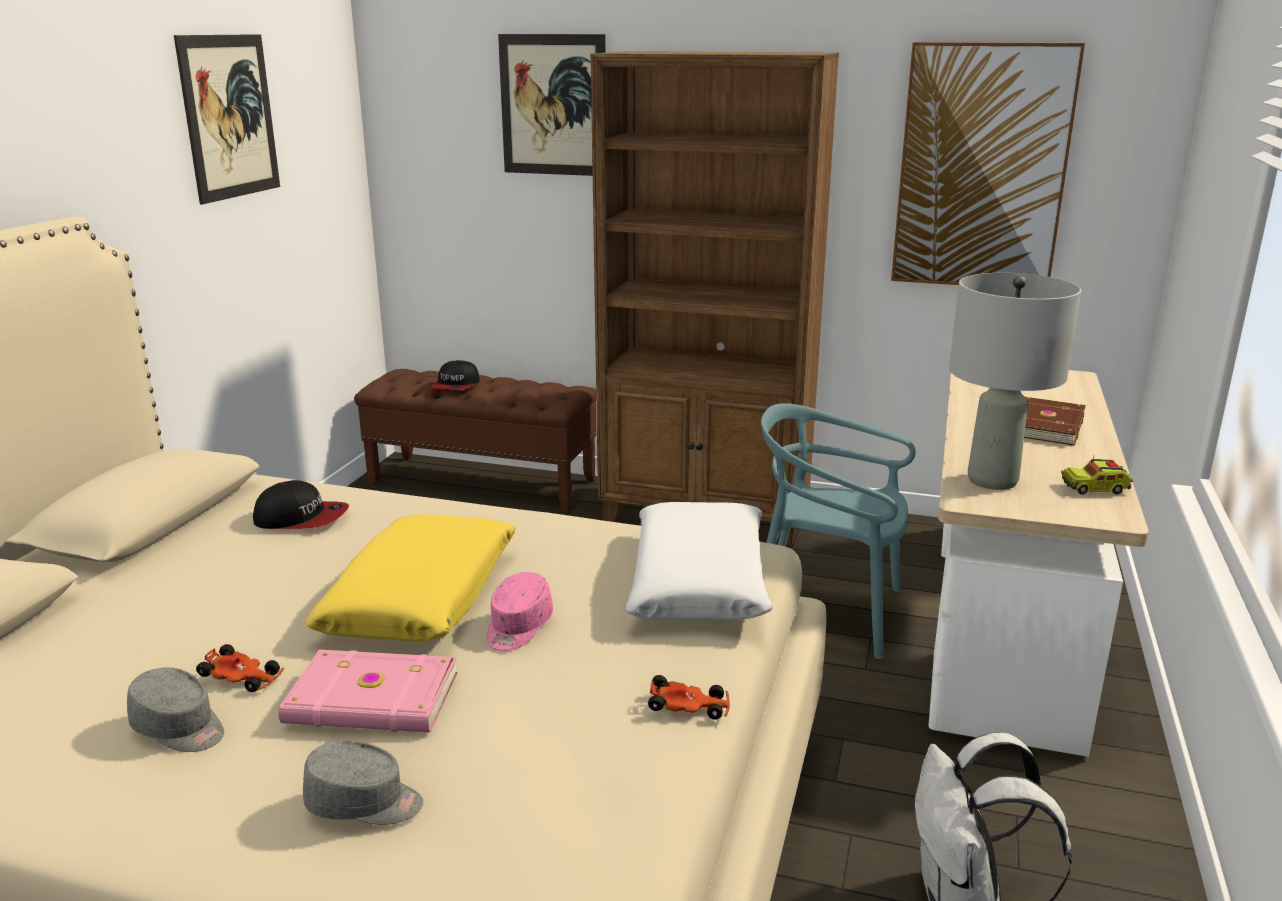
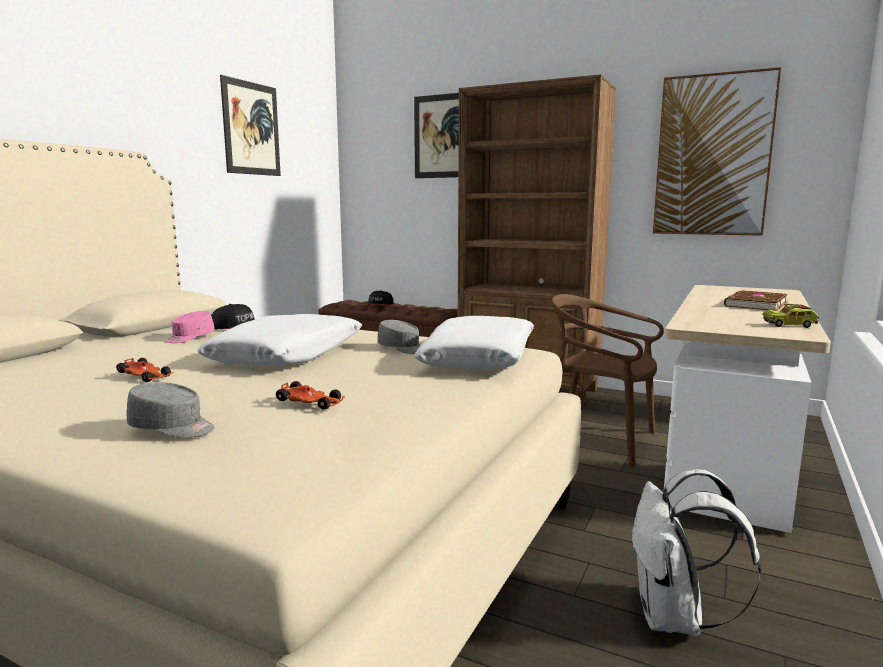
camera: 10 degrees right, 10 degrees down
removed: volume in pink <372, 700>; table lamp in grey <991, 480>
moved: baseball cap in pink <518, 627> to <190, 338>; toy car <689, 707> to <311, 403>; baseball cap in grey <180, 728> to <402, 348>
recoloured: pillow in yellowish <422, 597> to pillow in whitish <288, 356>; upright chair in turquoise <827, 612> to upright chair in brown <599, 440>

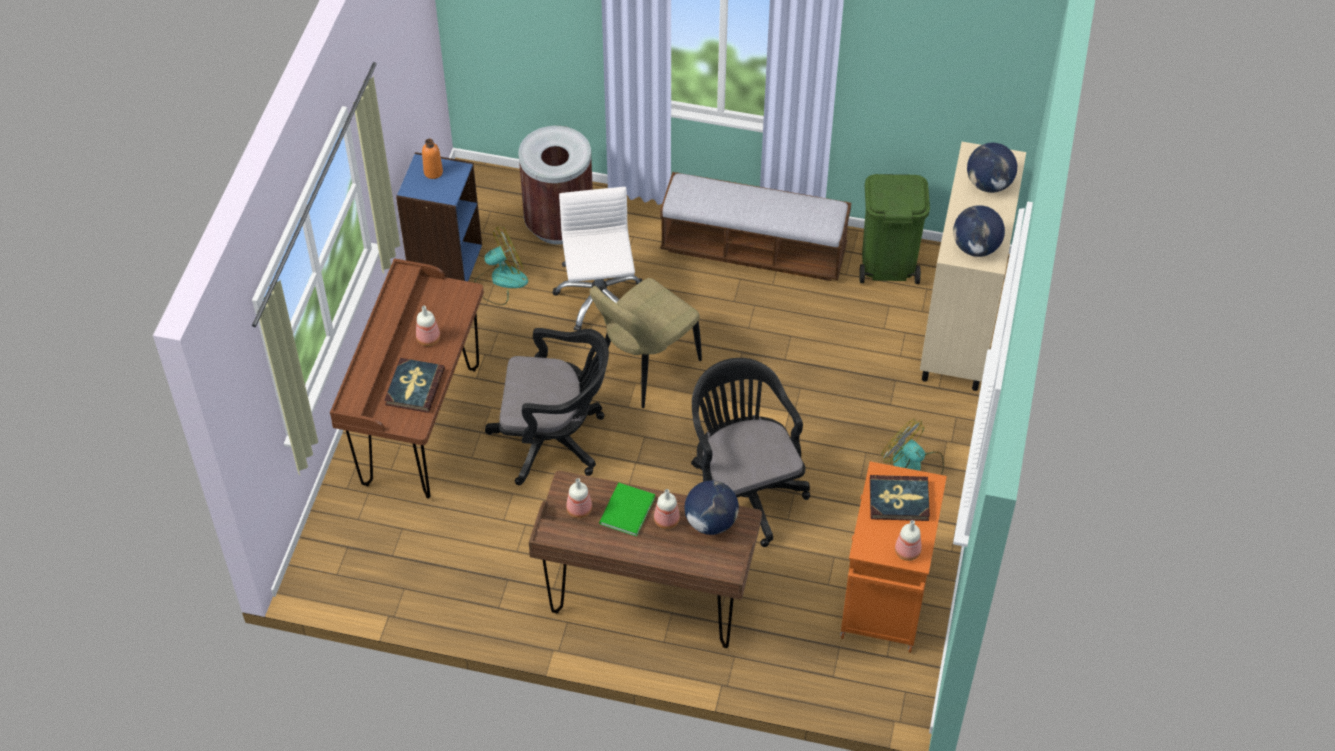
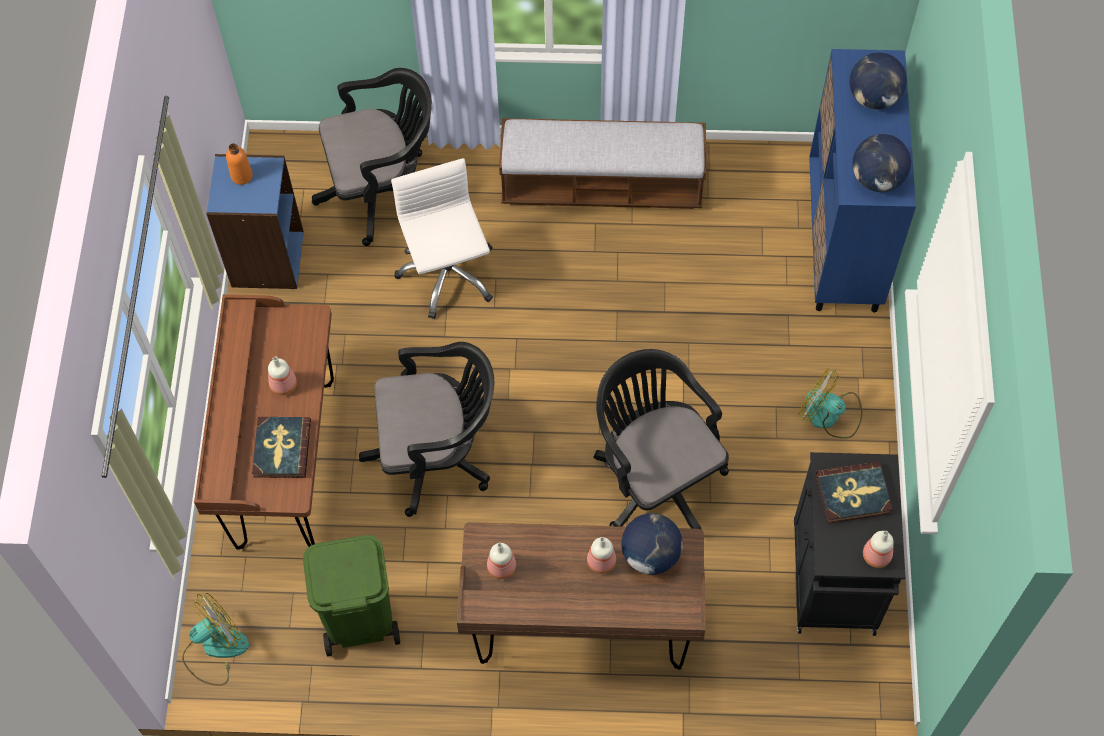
camera: 10 degrees left, 10 degrees up
removed: upright chair in sand-coloured <644, 369>; volume in green-coloured <625, 511>
moved: electric fan <500, 281> to <215, 649>; waste bin in green-coloured <887, 265> to <359, 619>
replaced: waste bin in brown <559, 224> to computer chair in black <383, 191>
recoloured: cabinet in orange <884, 601> to cabinet in black <834, 580>; cabinet in sand-coloured <960, 328> to cabinet in bluish <843, 241>

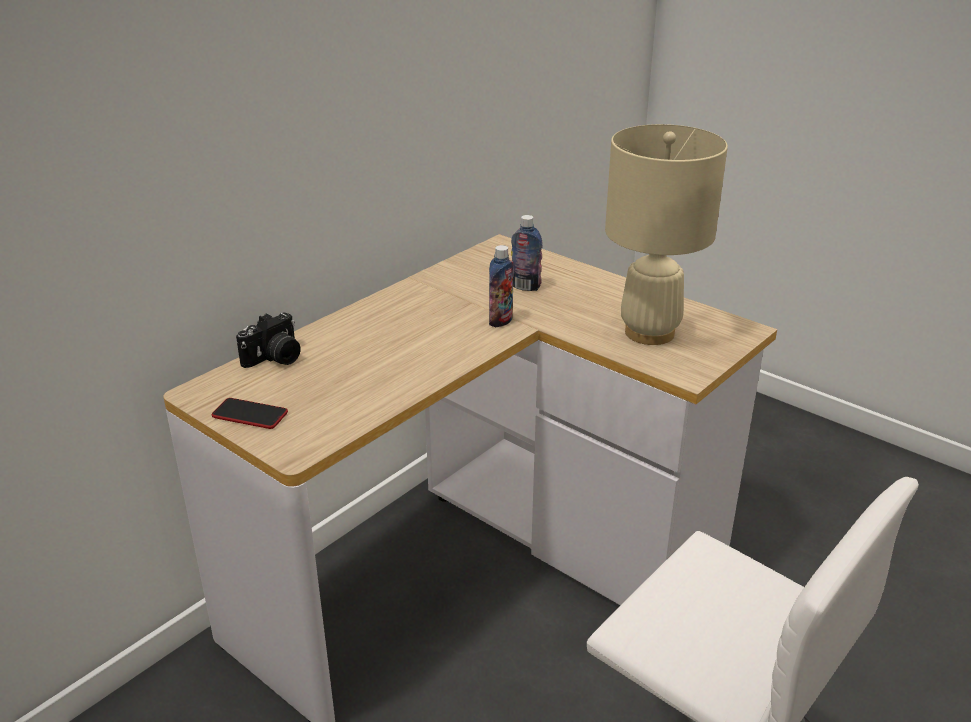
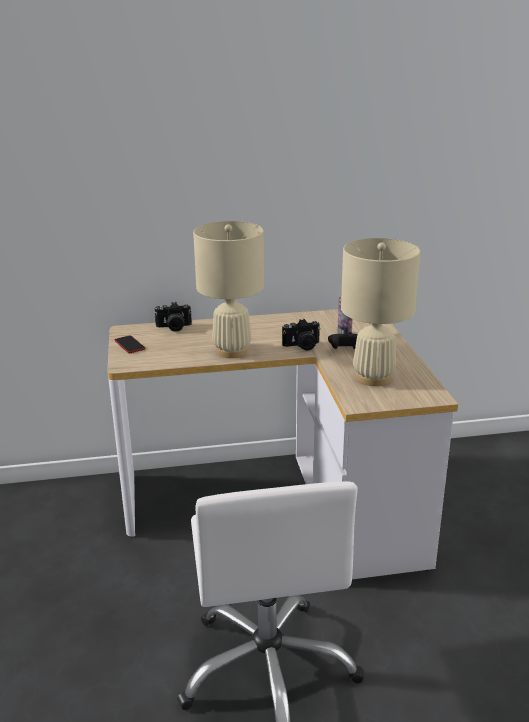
camera: 40 degrees right, 5 degrees down
added: table lamp in sand-coloured <232, 351>; joypad in black <345, 351>
replaced: beverage bottle <501, 321> to photo camera <302, 346>

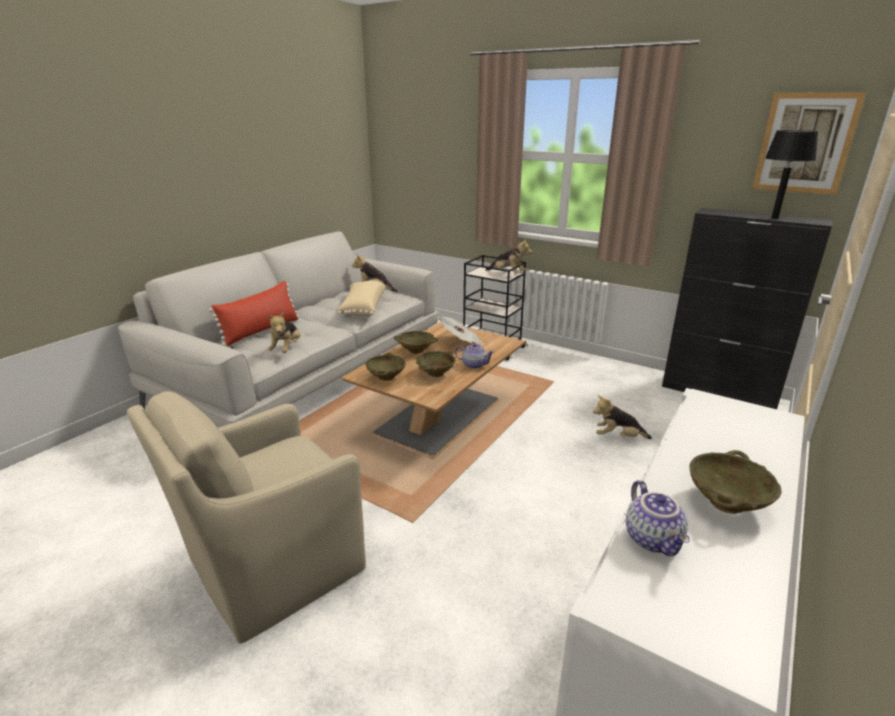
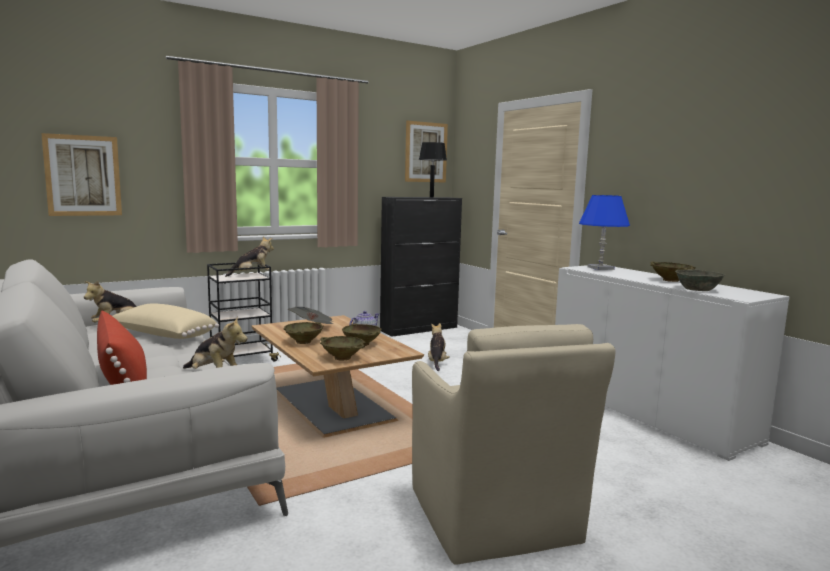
camera: 65 degrees left, 15 degrees down
added: wall art <83, 175>; table lamp in bluish <600, 268>
replaced: tea pot <654, 539> to serving bowl in grey <697, 289>
turned: cuddly toy <618, 437> = <437, 363> 150 degrees clockwise

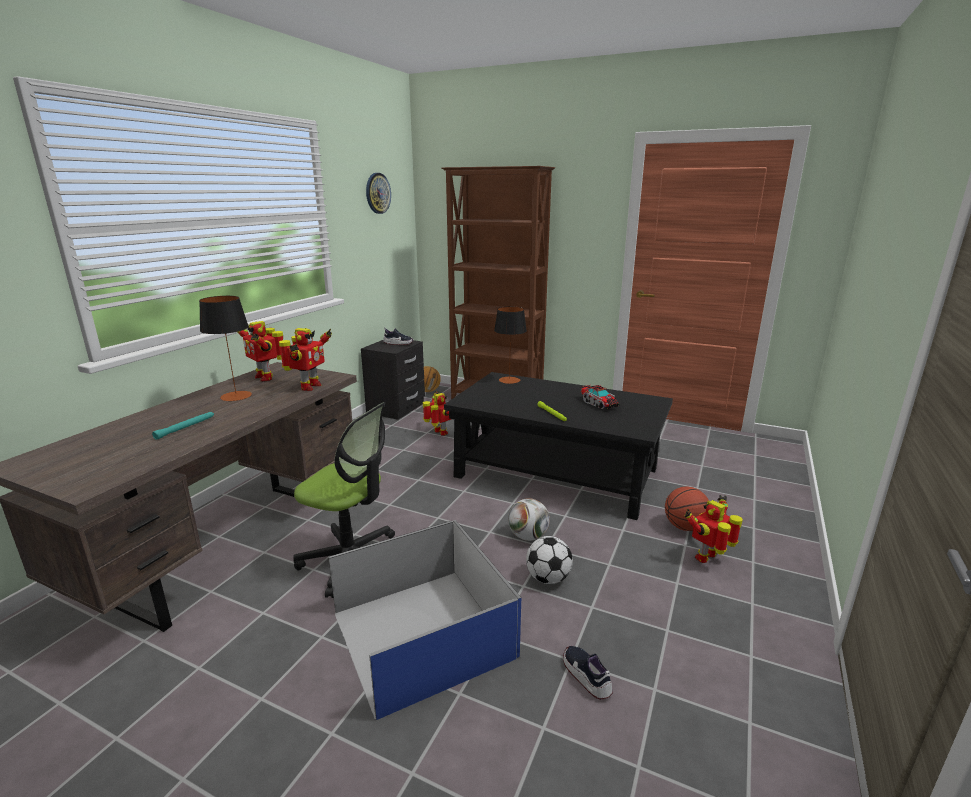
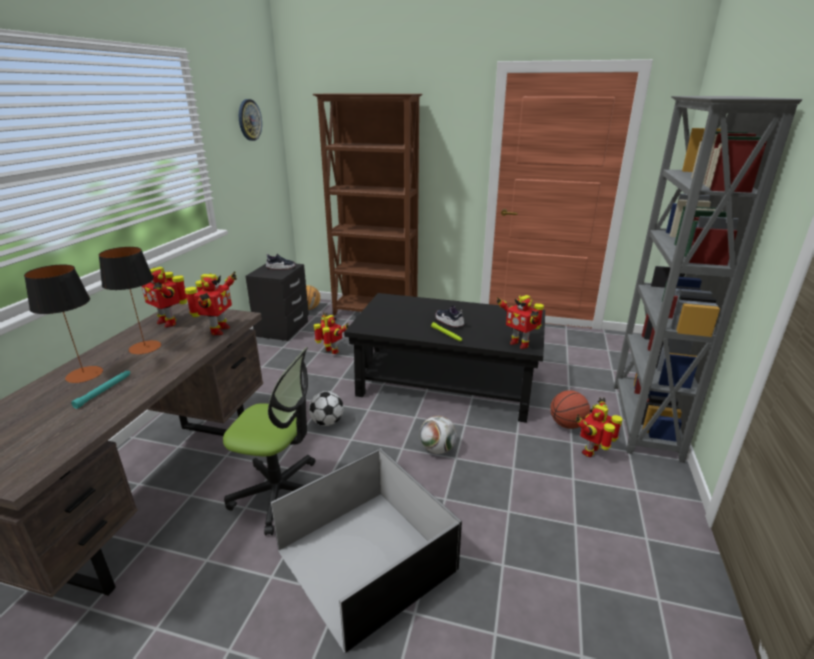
camera: 10 degrees left, 5 degrees up
removed: toy truck <598, 404>
added: robot figure <519, 344>; bookcase in grey <643, 421>
moved: table lamp <509, 380> to <84, 374>; football <548, 578> to <327, 422>; shoe <586, 677> to <449, 322>
recoloured: storage container in bluish <421, 632> to storage container in black <364, 558>

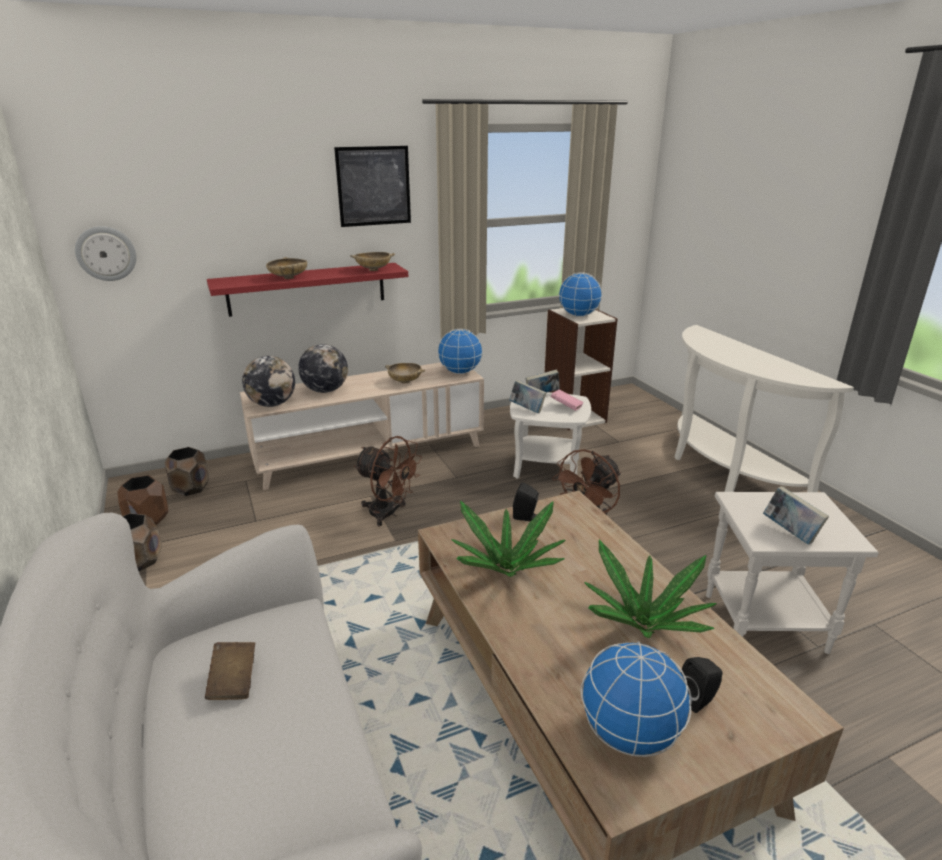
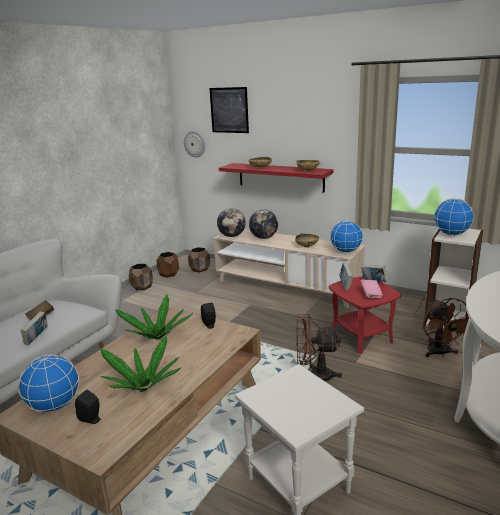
camera: 55 degrees right, 5 degrees down
moved: volume <790, 533> to <37, 338>; wall art <374, 186> to <229, 110>; electric fan in brown <389, 514> to <440, 353>
recoloured: side table in whitish <547, 467> to side table in red <362, 337>

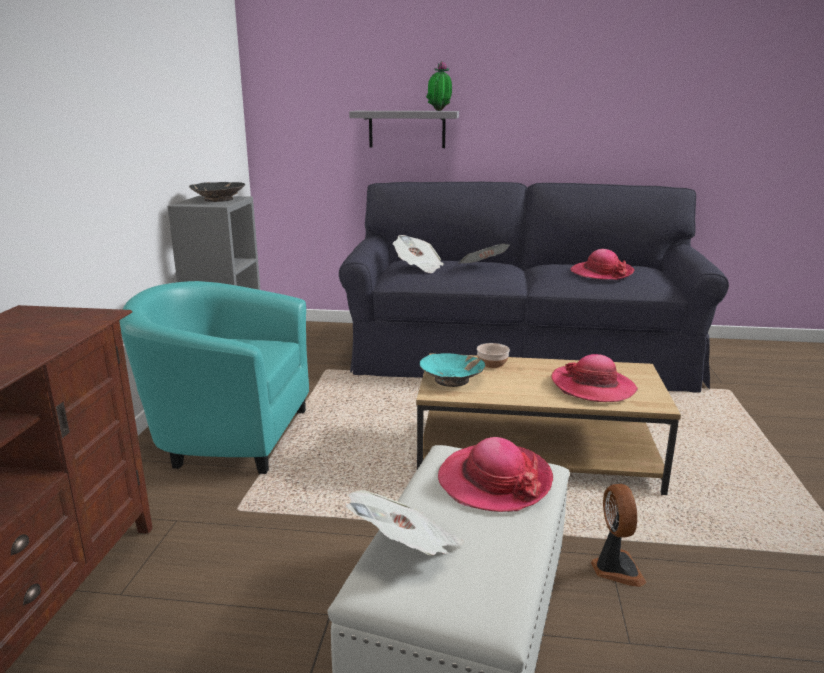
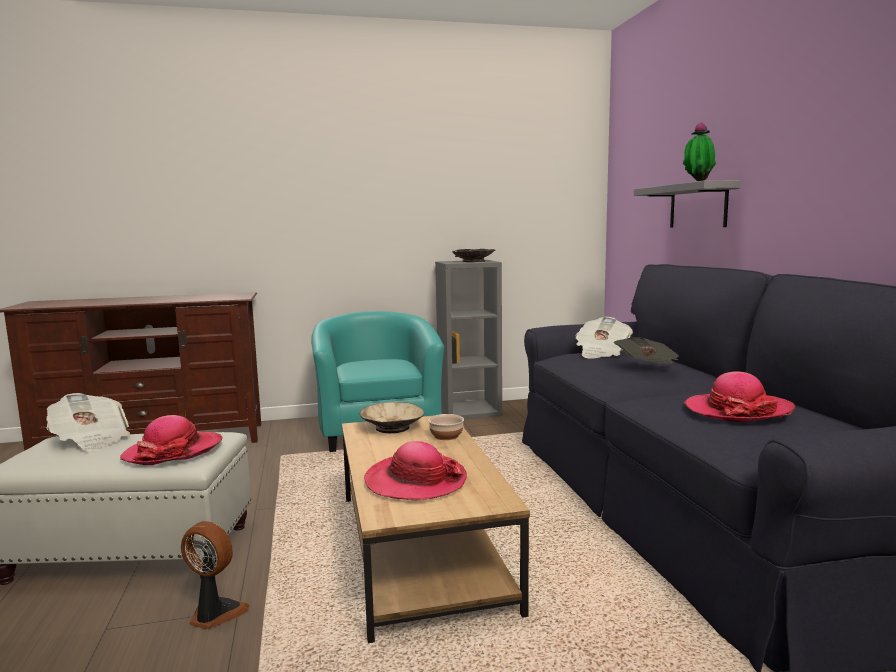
camera: 70 degrees right, 10 degrees down
recoloured: serving bowl in turquoise <452, 379> to serving bowl in sand-coloured <392, 427>
turned: electric fan <615, 569> = <215, 614> 135 degrees counterclockwise

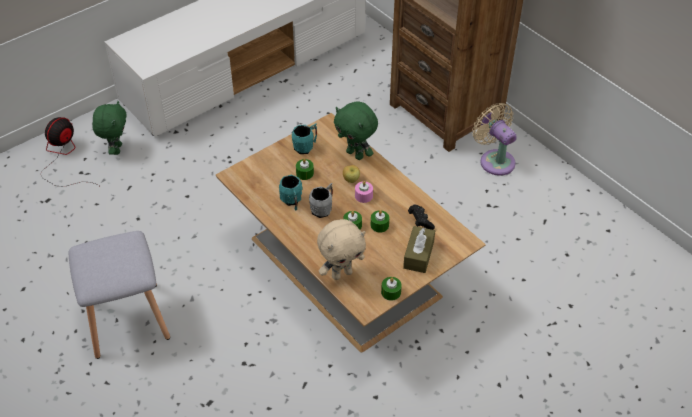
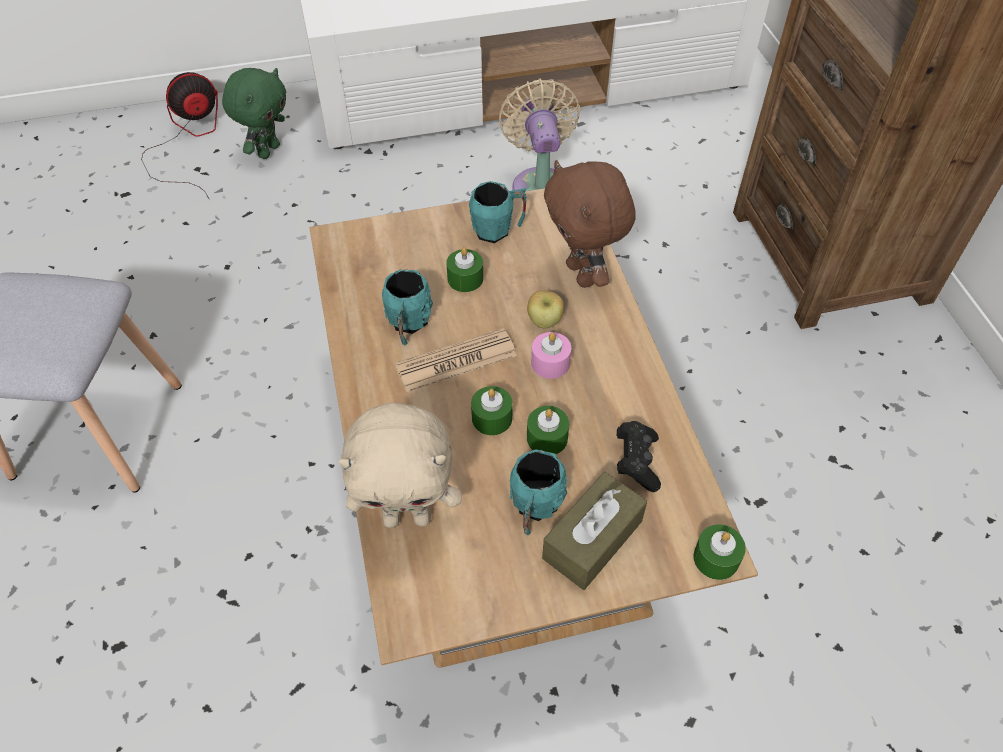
camera: 25 degrees right, 5 degrees up
added: mug in turquoise <534, 508>
moved: electric fan in sand-coloured <495, 160> to <540, 184>; wax light in green-coloured <391, 292> to <716, 558>
replaced: mug in grey <323, 209> to newspaper <456, 361>
recoloured: cuddly toy in green-coloured <356, 154> to cuddly toy in brown <582, 274>

